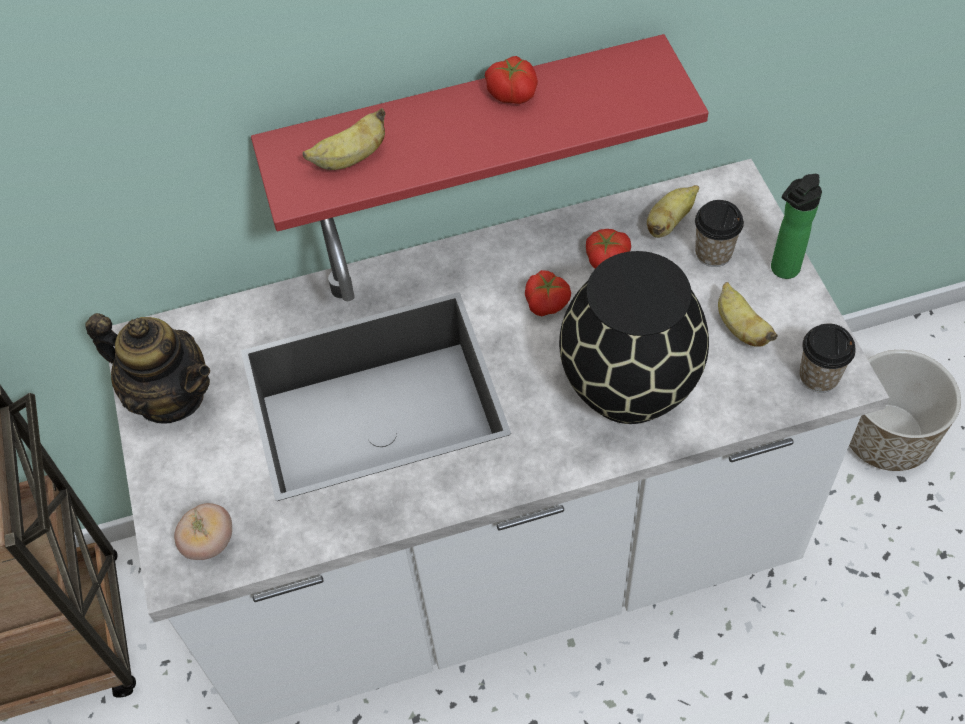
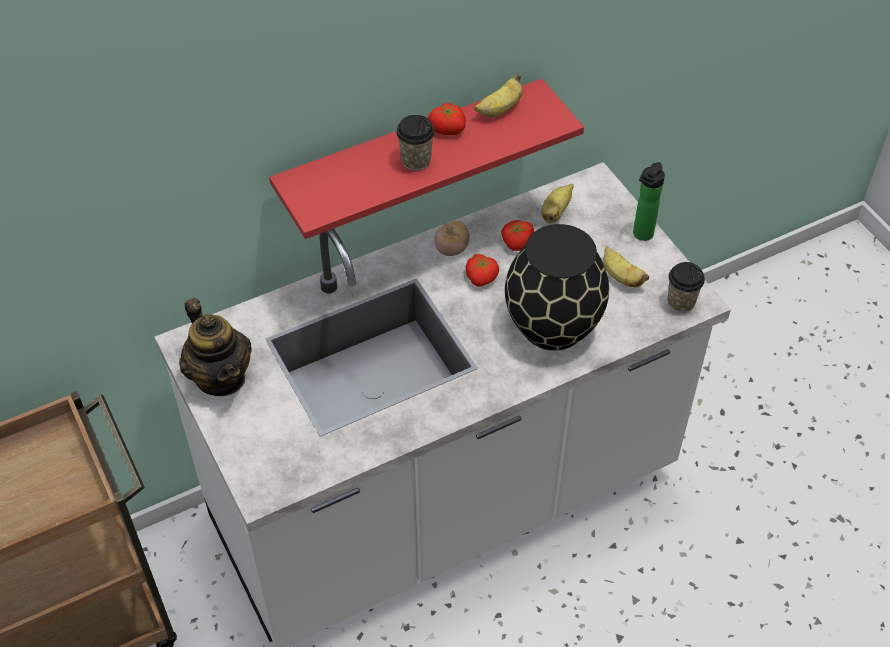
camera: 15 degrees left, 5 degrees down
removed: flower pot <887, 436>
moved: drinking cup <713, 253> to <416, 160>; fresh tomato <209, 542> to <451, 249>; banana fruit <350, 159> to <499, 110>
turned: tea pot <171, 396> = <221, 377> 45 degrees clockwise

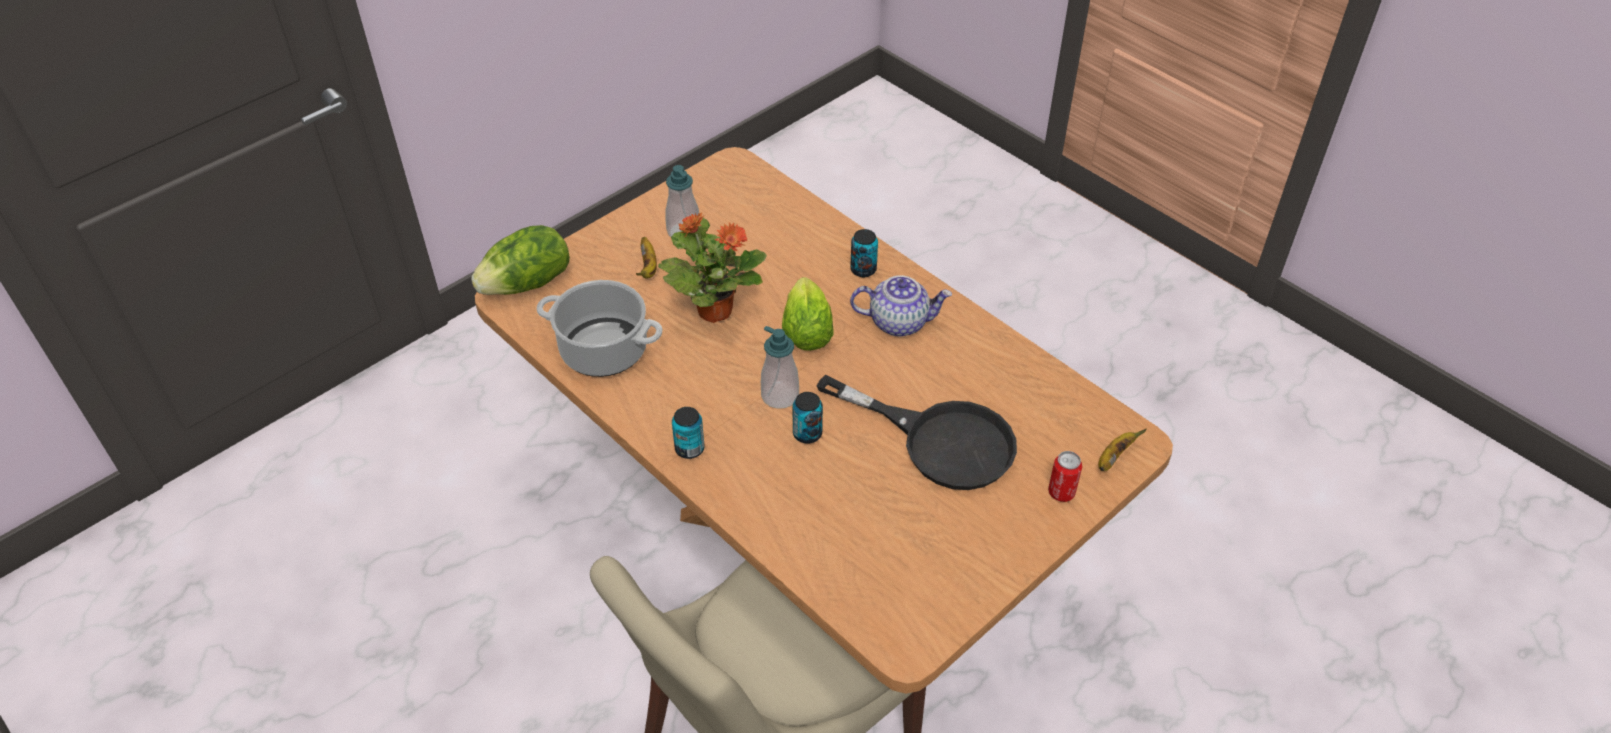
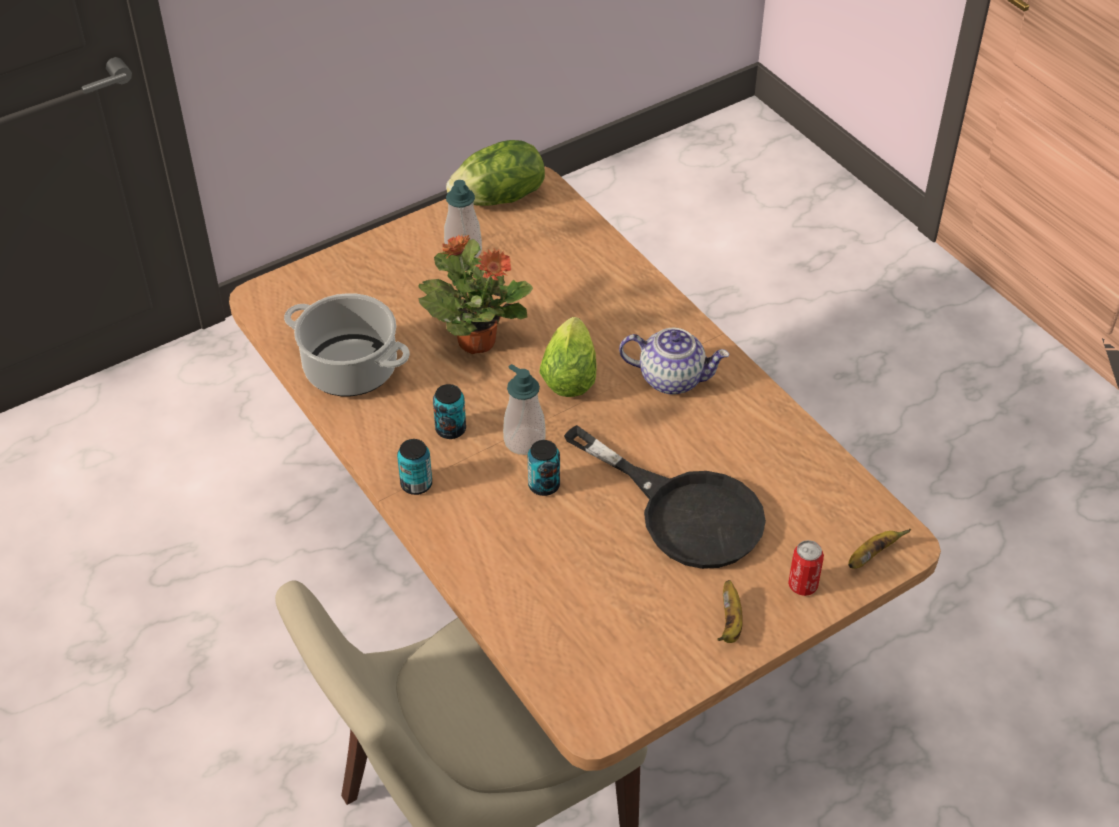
camera: 10 degrees right, 0 degrees up
moved: metal can <863, 269> to <450, 429>; lettuce head <528, 284> to <499, 198>; banana fruit <648, 267> to <730, 623>

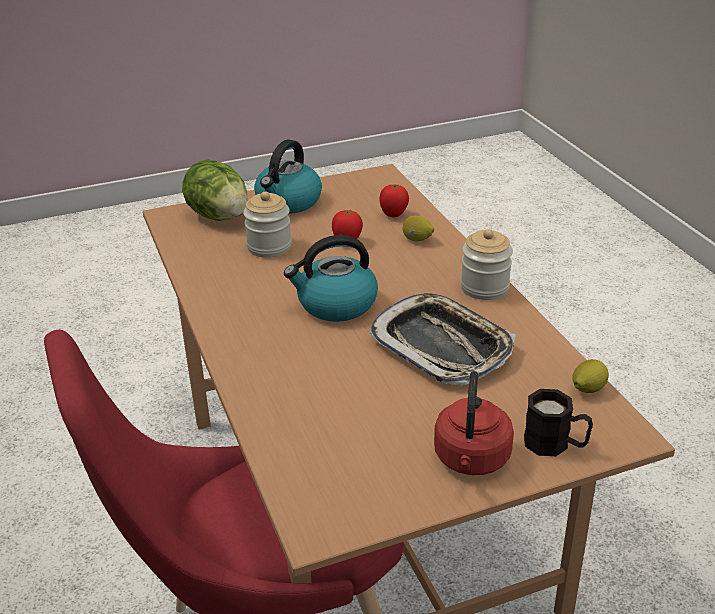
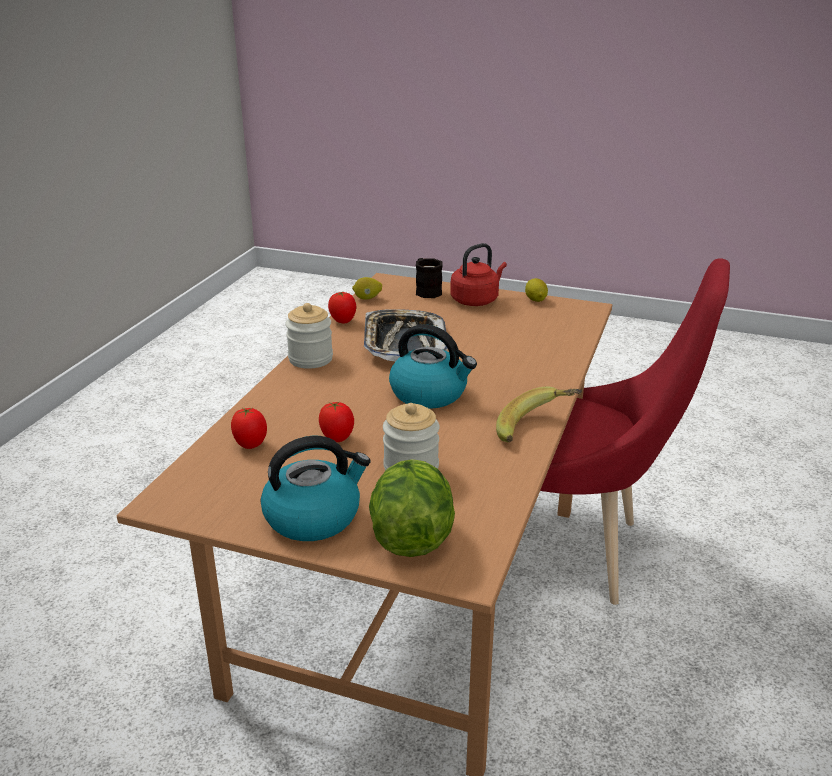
camera: 140 degrees left, 5 degrees down
added: fresh tomato <343, 321>; banana fruit <537, 430>
moved: whole lemon <417, 240> to <535, 300>

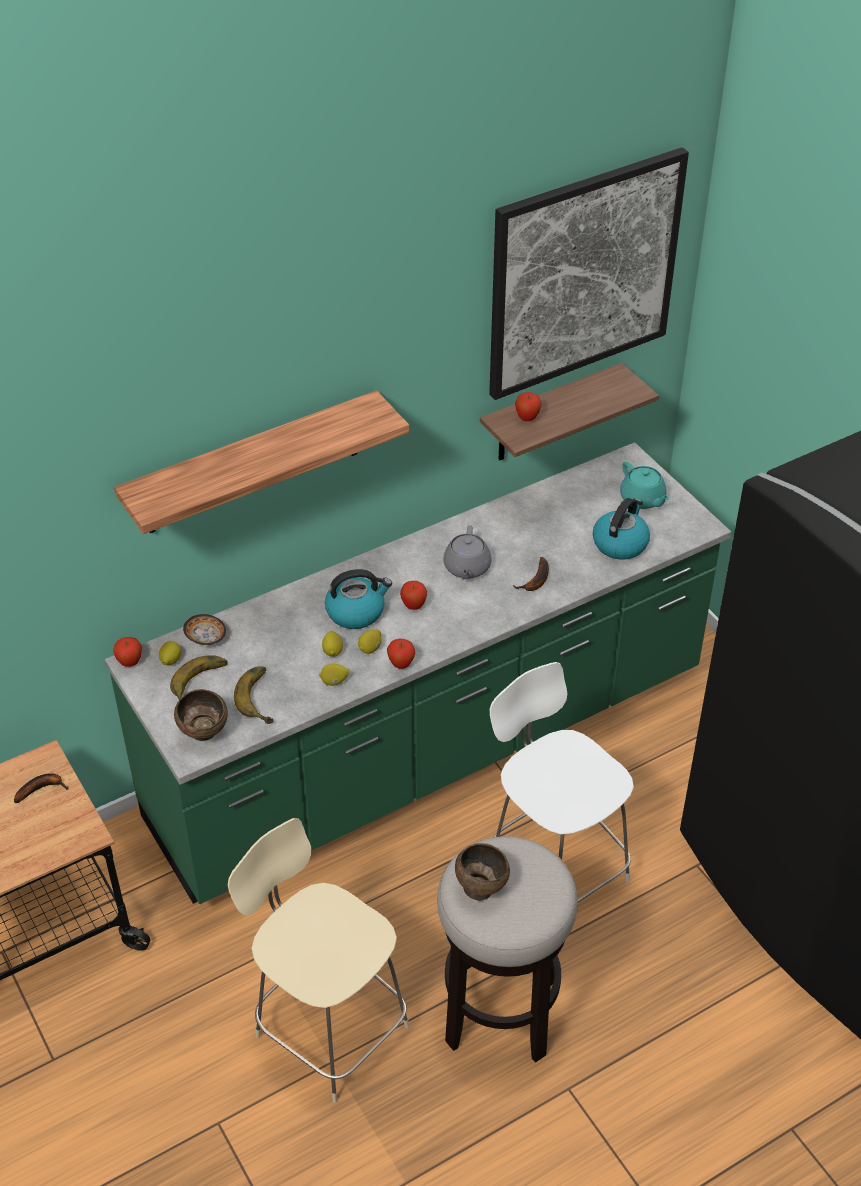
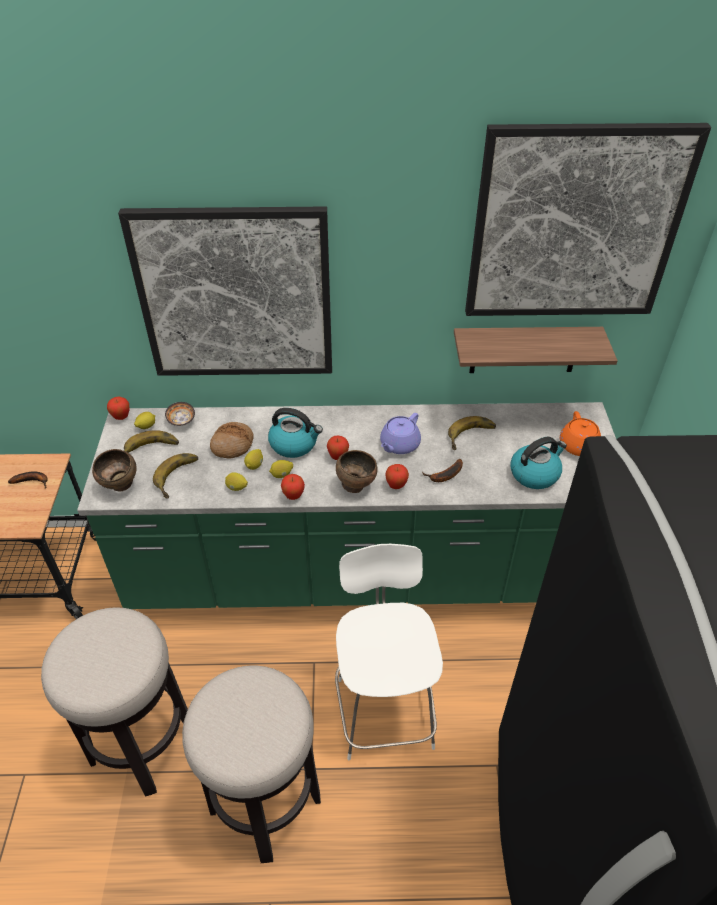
camera: 30 degrees right, 0 degrees up
added: bakery bread <232, 445>; banana fruit <472, 437>
moved: serving bowl in brown <480, 888> to <356, 485>; apple <527, 418> to <396, 485>
replaced: upright chair in sand-coloured <328, 1027> to stool <144, 744>; shelf <252, 464> to wall art <235, 295>
recoloured: tea pot in grey <467, 568> to tea pot in purplish <399, 445>; tea pot in turquoise <643, 499> to tea pot in orange <578, 447>

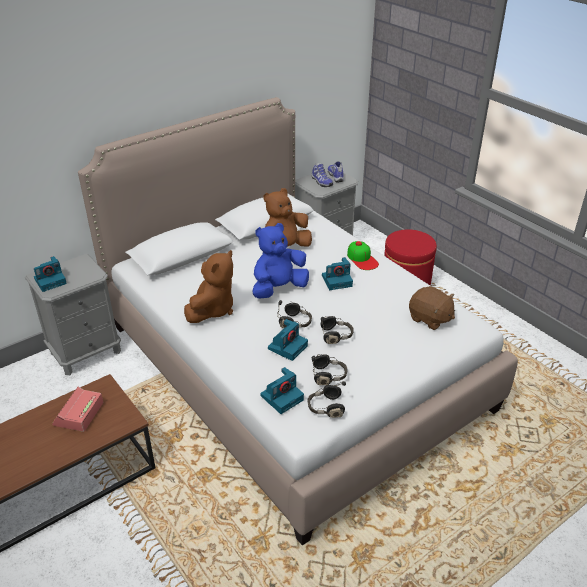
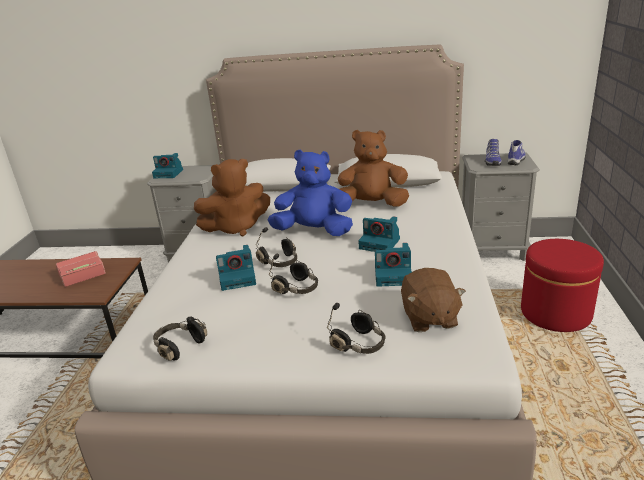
camera: 45 degrees right, 10 degrees down
removed: baseball cap <362, 259>
moved: headphones in black <329, 376> to <360, 344>; photo camera <282, 397> to <394, 275>

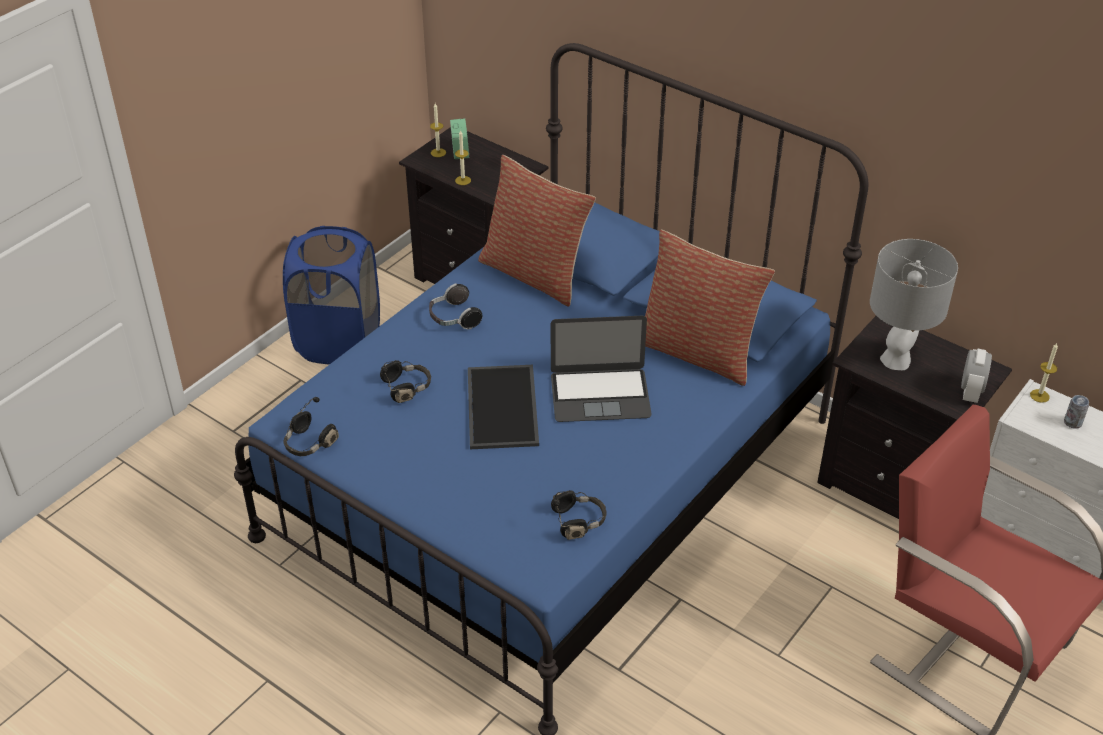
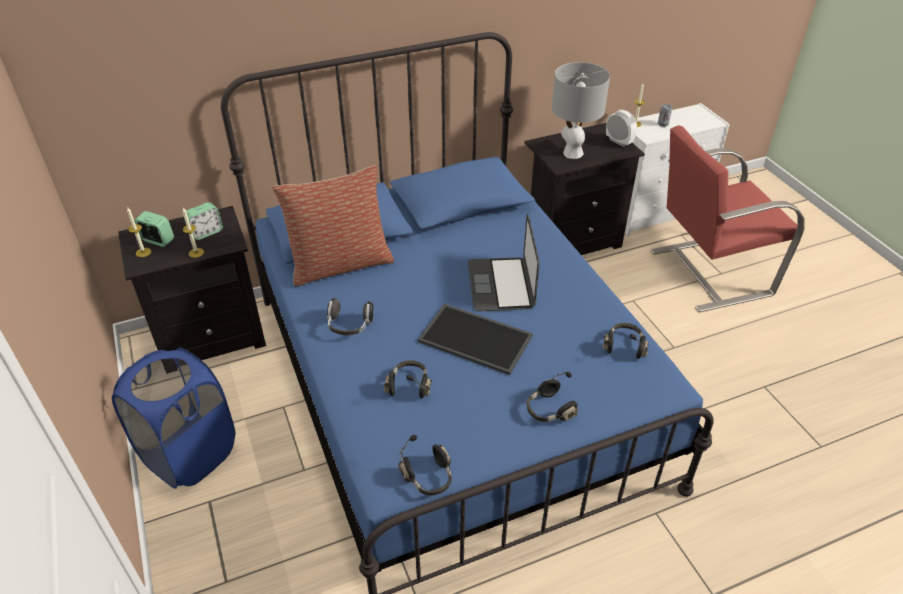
camera: 60 degrees left, 0 degrees up
removed: pillow <697, 352>
added: bedside clock <206, 232>; headphones in black <549, 409>
turned: notebook computer <600, 395> = <501, 284> 150 degrees clockwise

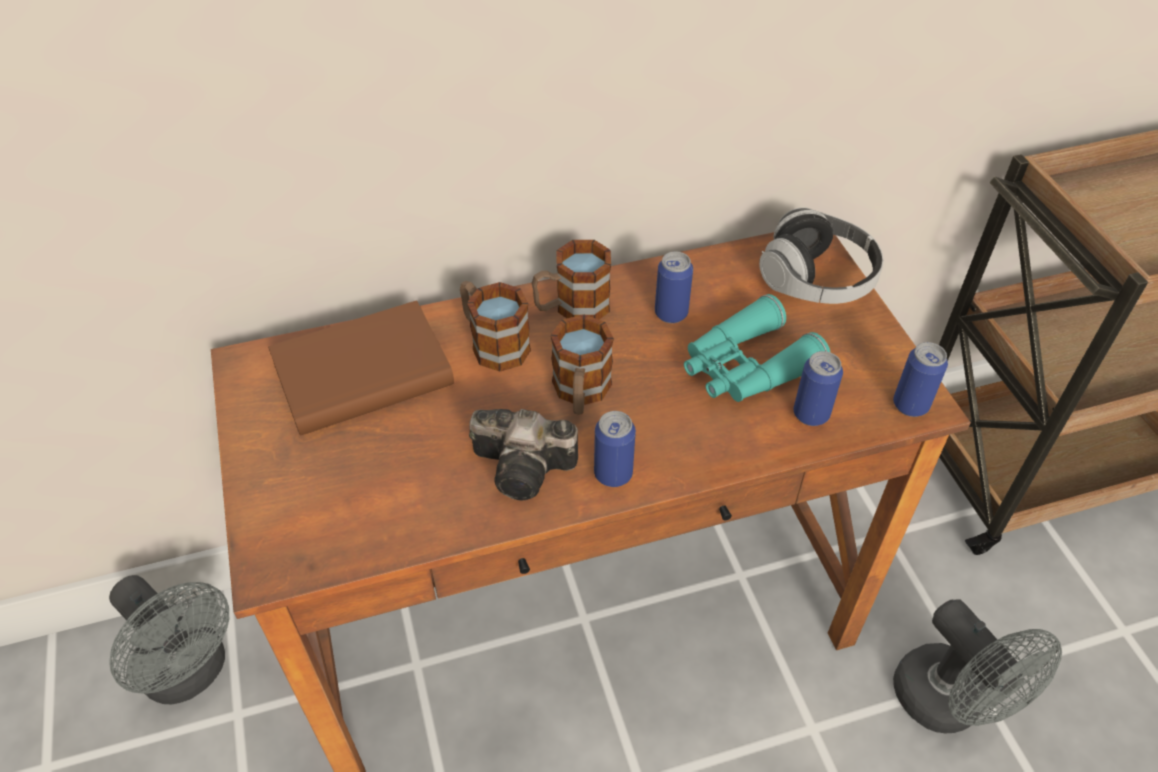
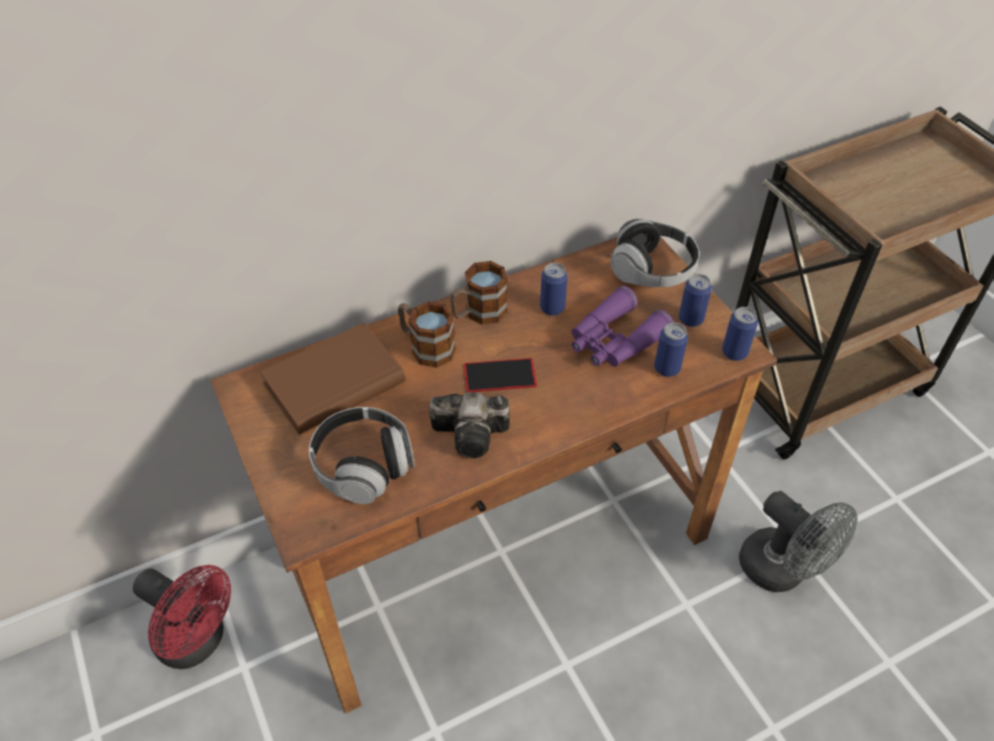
camera: 10 degrees left, 0 degrees up
added: headphones <363, 466>
moved: metal can <613, 474> to <690, 319>
replaced: mug <581, 393> to telephone <500, 375>
recoloured: electric fan in grey <191, 673> to electric fan in red <198, 642>; binoculars in turquoise <746, 367> to binoculars in purplish <614, 341>

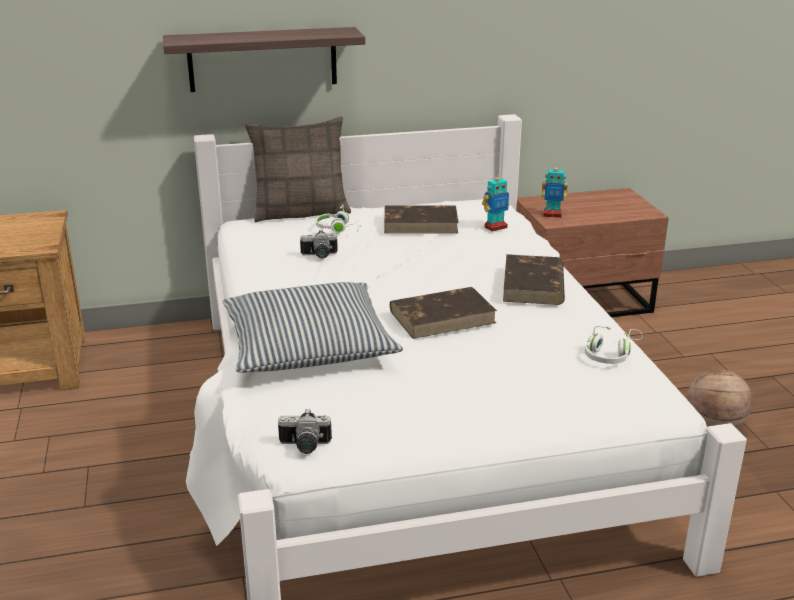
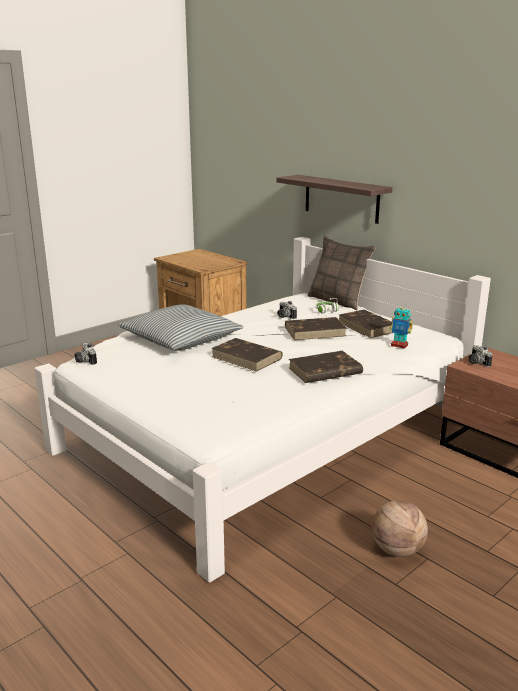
camera: 60 degrees right, 5 degrees down
removed: headphones in whitish <611, 354>
added: volume in brown <315, 331>
replaced: robot figure <552, 214> to photo camera <476, 362>

